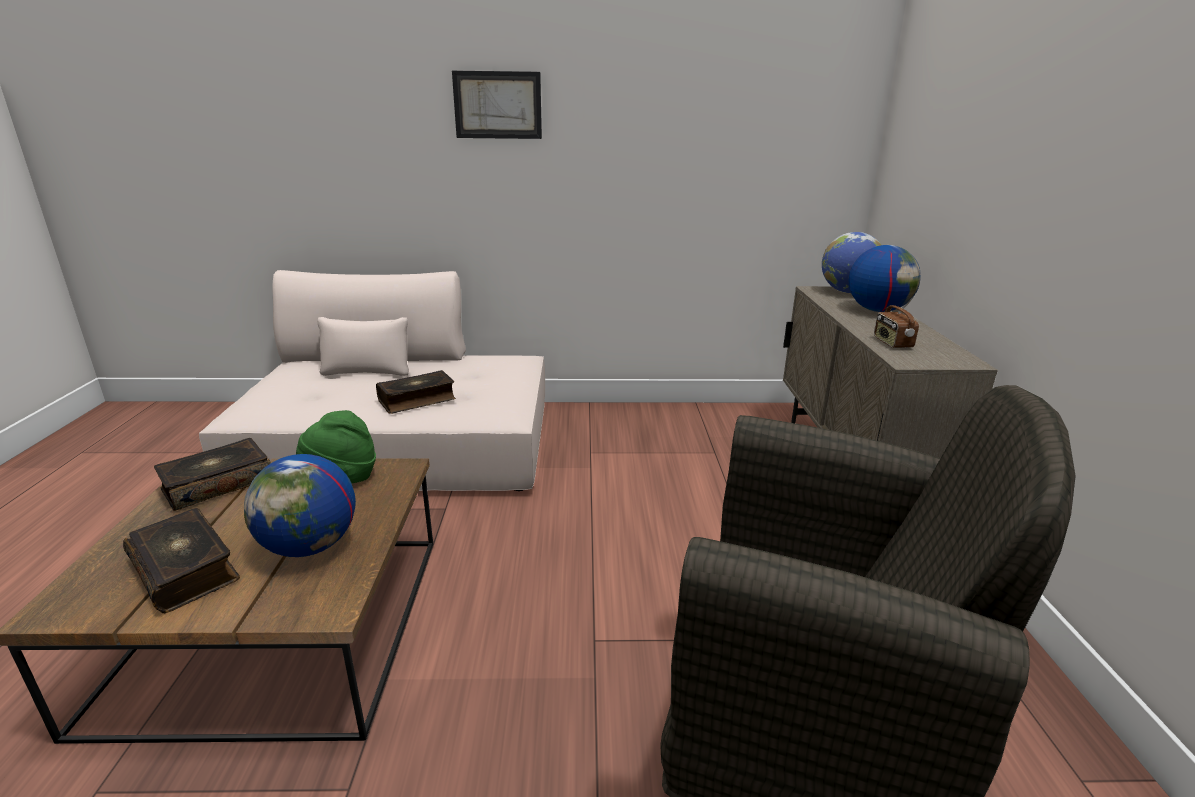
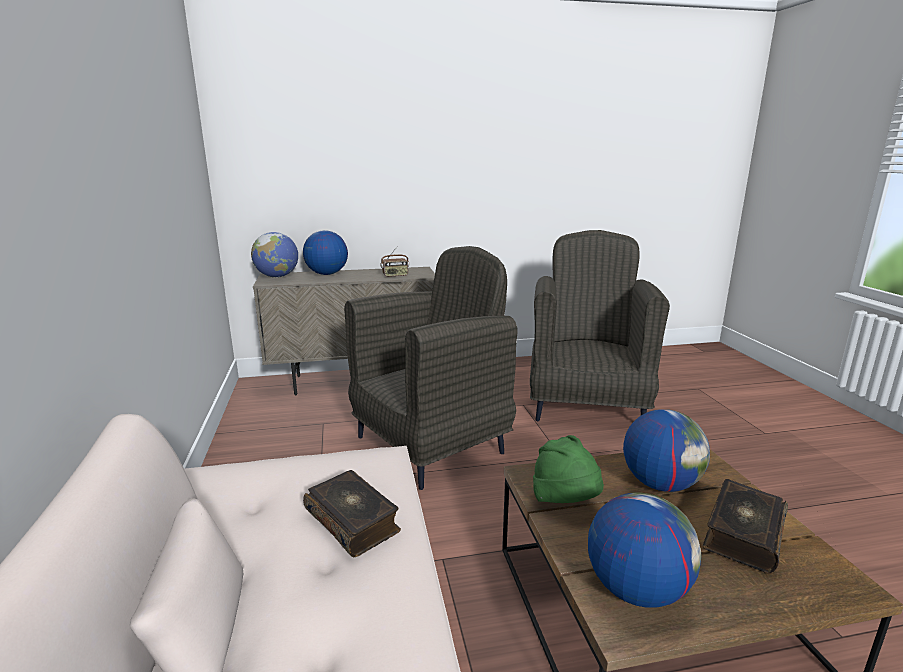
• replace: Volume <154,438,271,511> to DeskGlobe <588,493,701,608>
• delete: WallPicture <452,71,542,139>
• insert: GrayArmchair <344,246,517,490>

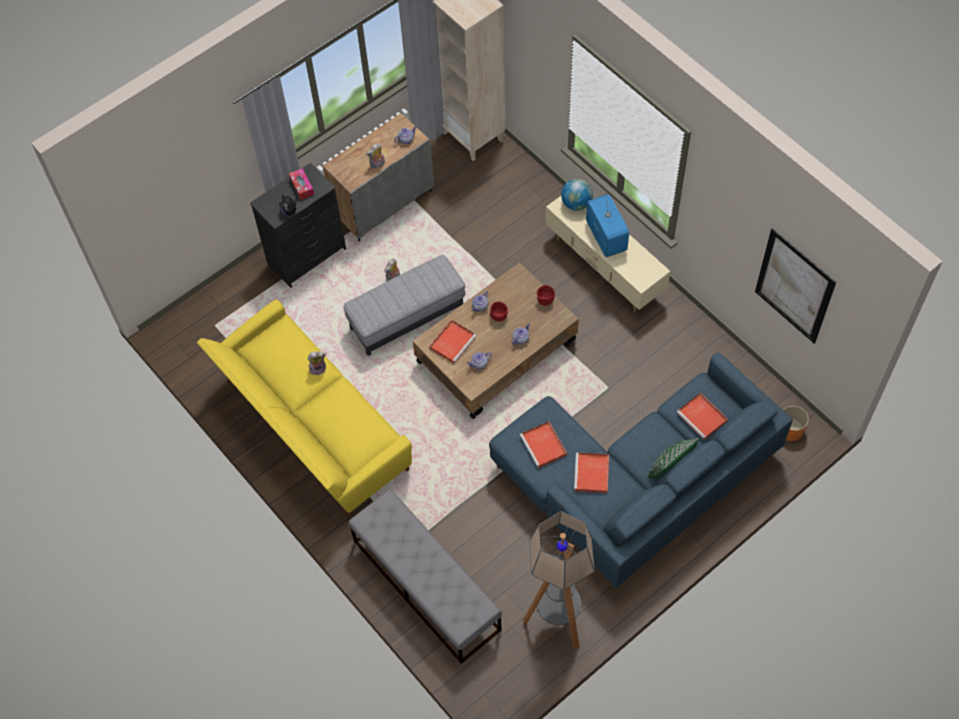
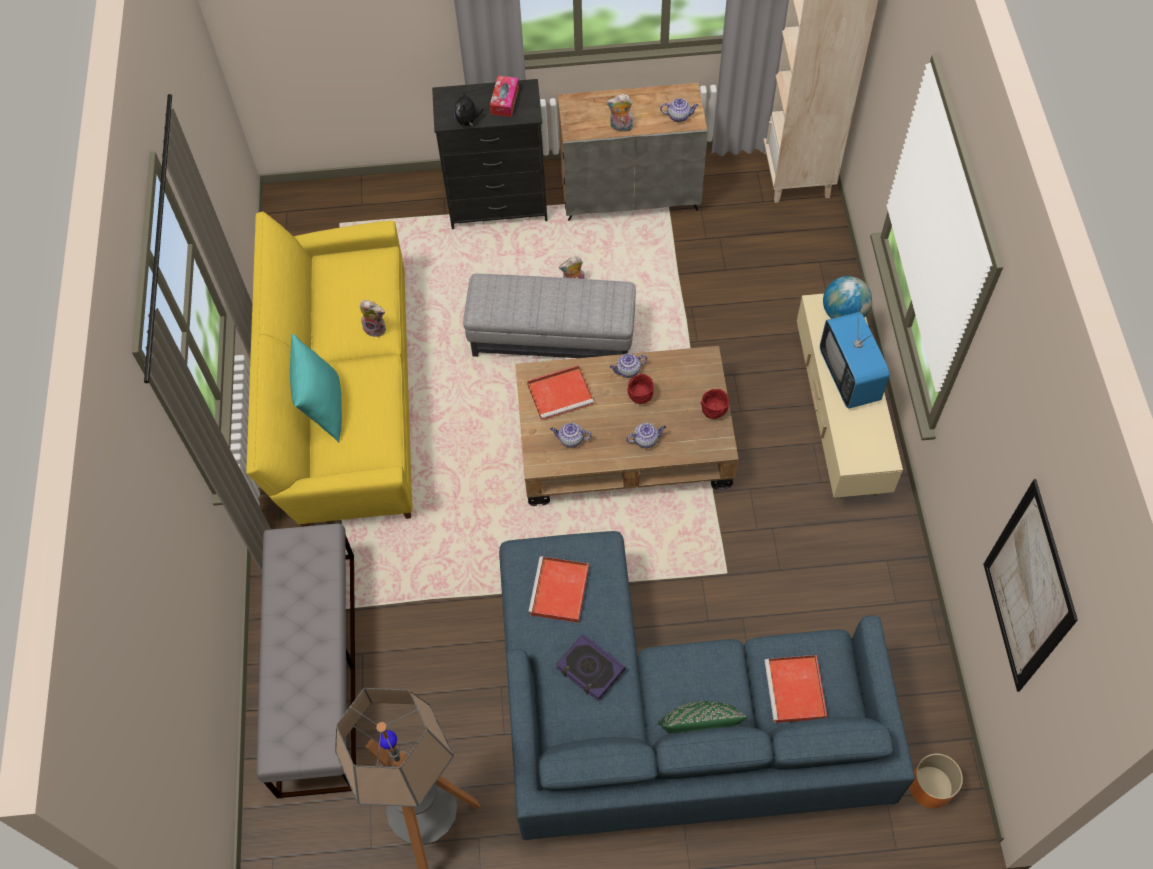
• replace: RedTray <574,452,609,493> to Volume <556,634,625,702>
• rotate: Tv <586,191,629,257> = <820,307,890,409> 150 degrees clockwise
• insert: BlueGreenPillow <290,334,342,442>

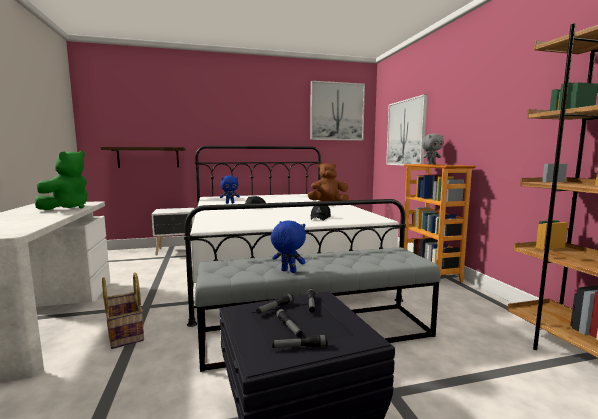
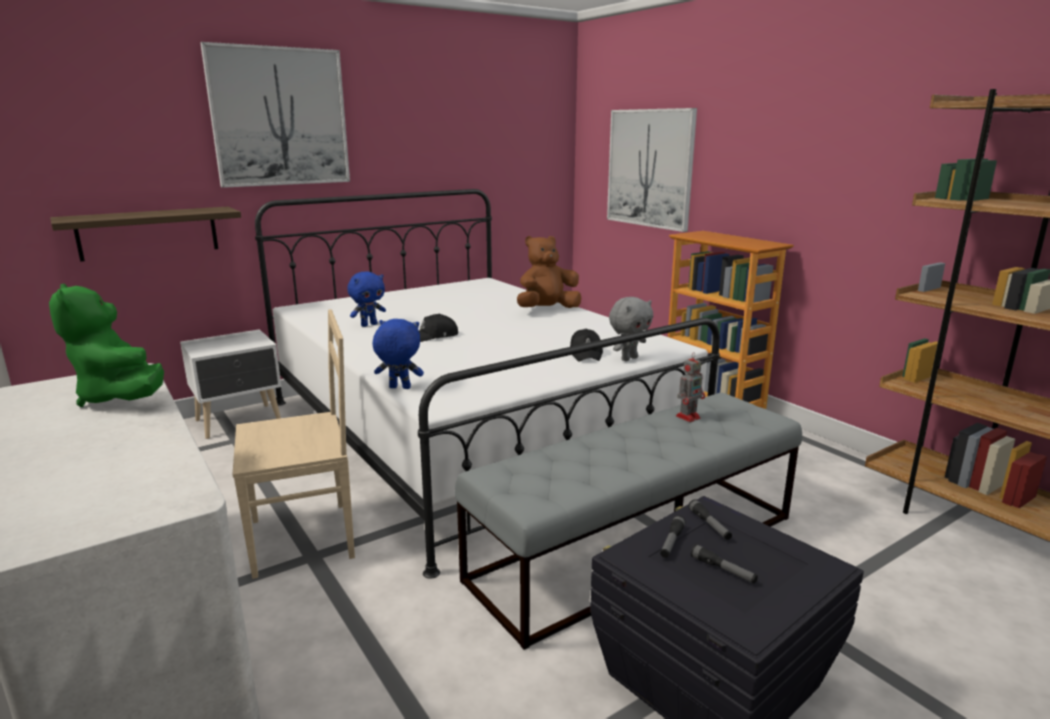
• rotate: GreenPlushToy <35,151,88,210> = <49,284,164,407> 150 degrees clockwise
• delete: Basket <102,272,144,349>
• move: BlueColouredPlushToy <271,220,306,273> to <373,319,424,389>
• delete: HandTorch <272,335,328,348>
• move: WallPicture <310,81,365,141> to <200,42,350,188>
• move: GrayPlushToy <422,133,444,164> to <609,297,653,361>
• insert: SandColouredChair <233,309,355,579>
• insert: ToyRobot <676,352,705,422>

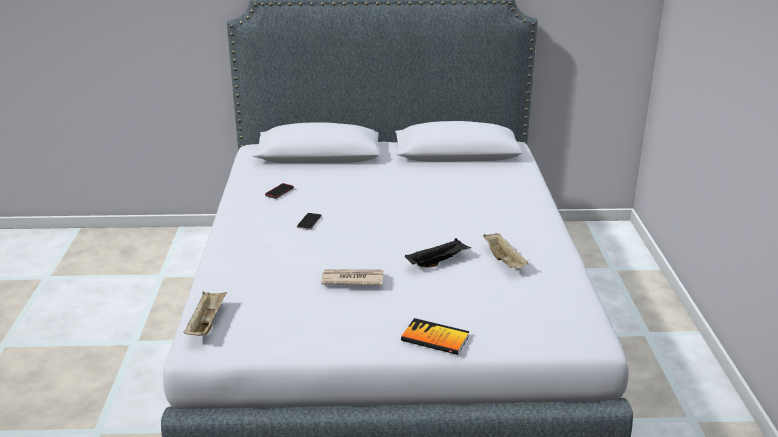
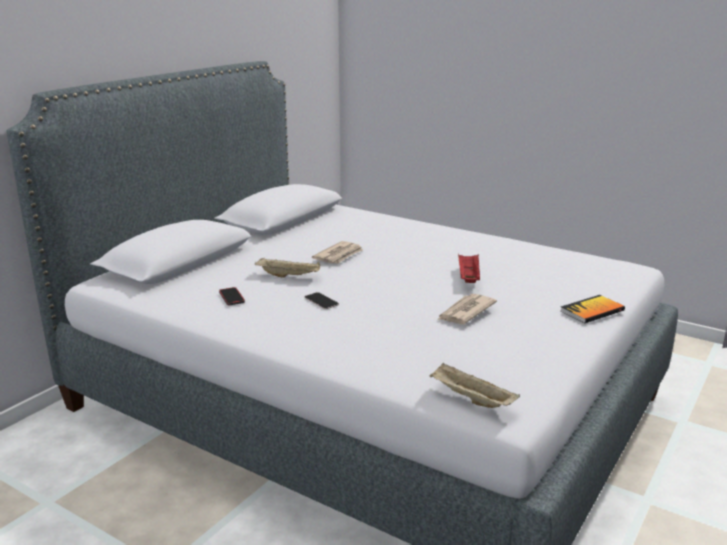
• recolor: BlackColouredTray <405,238,471,268> to RedTray <458,254,480,283>
• move: SandColouredTray <483,233,528,268> to <255,258,320,278>
• insert: Newspaper <312,241,363,264>

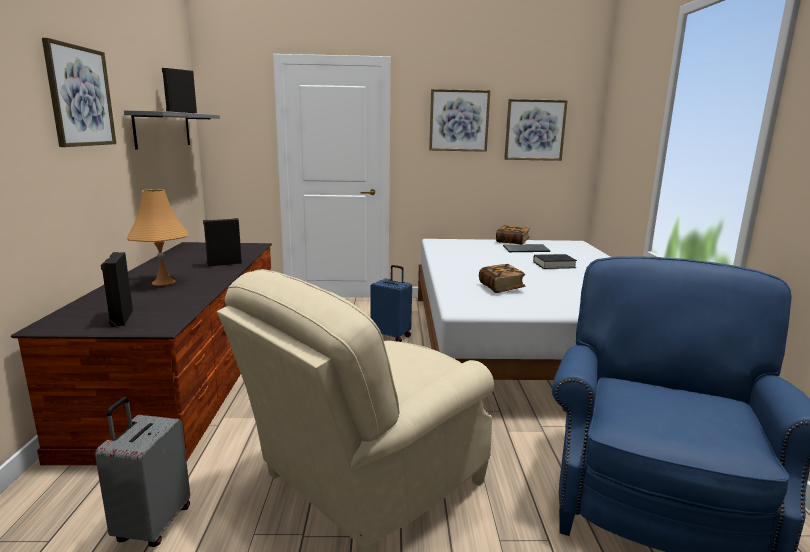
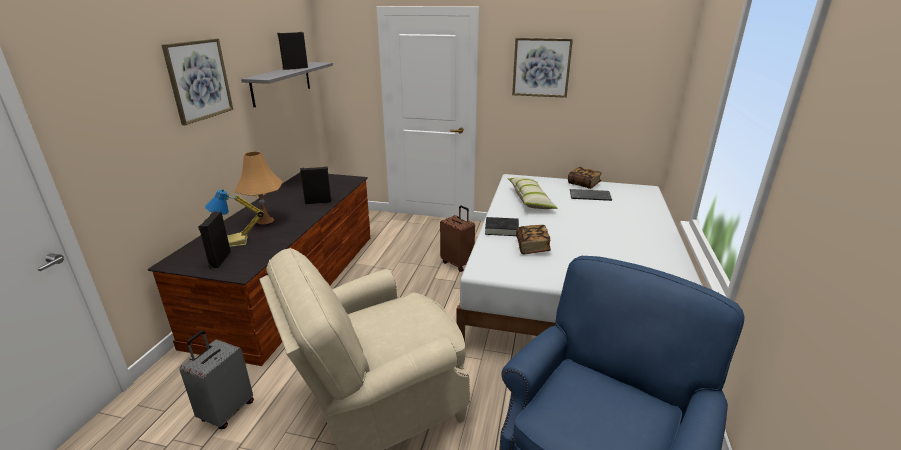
• recolor: BlueColouredTravelCase <371,265,412,342> to BrownishTravelCase <440,205,475,272>
• delete: WallPicture <504,99,568,161>
• move: BlackColouredVolume <533,254,577,269> to <485,217,519,236>
• insert: TabletopLamp <205,189,264,247>
• insert: Pillow <507,177,558,209>

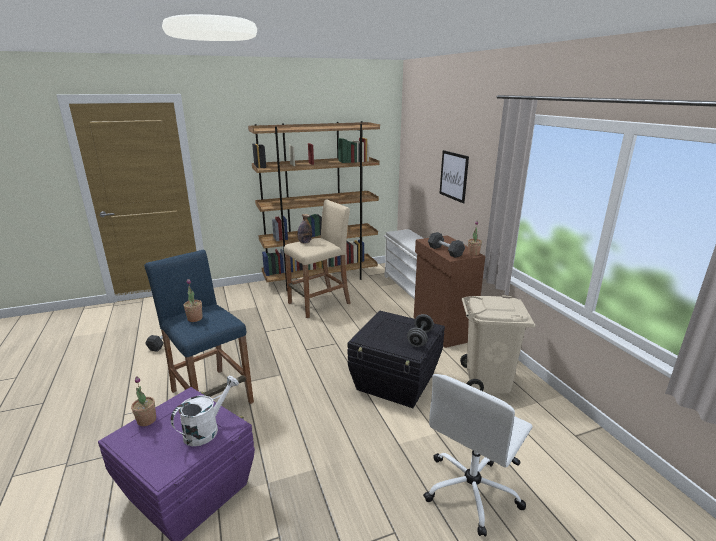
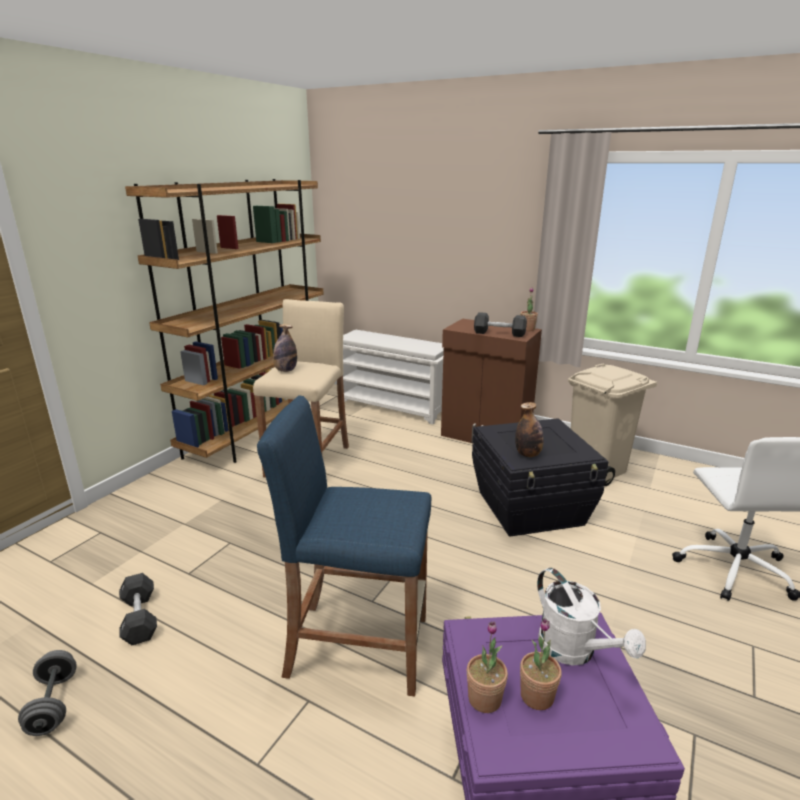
• rotate: WhiteColouredSprinklingCan <171,376,239,446> = <537,568,646,666> 150 degrees clockwise
• move: PottedPlant <184,279,203,322> to <520,618,562,710>
• move: GrayFreeWeight <407,314,434,347> to <18,650,77,736>
• delete: WallPicture <439,150,469,203>
• insert: DrinkBottle <515,402,544,457>

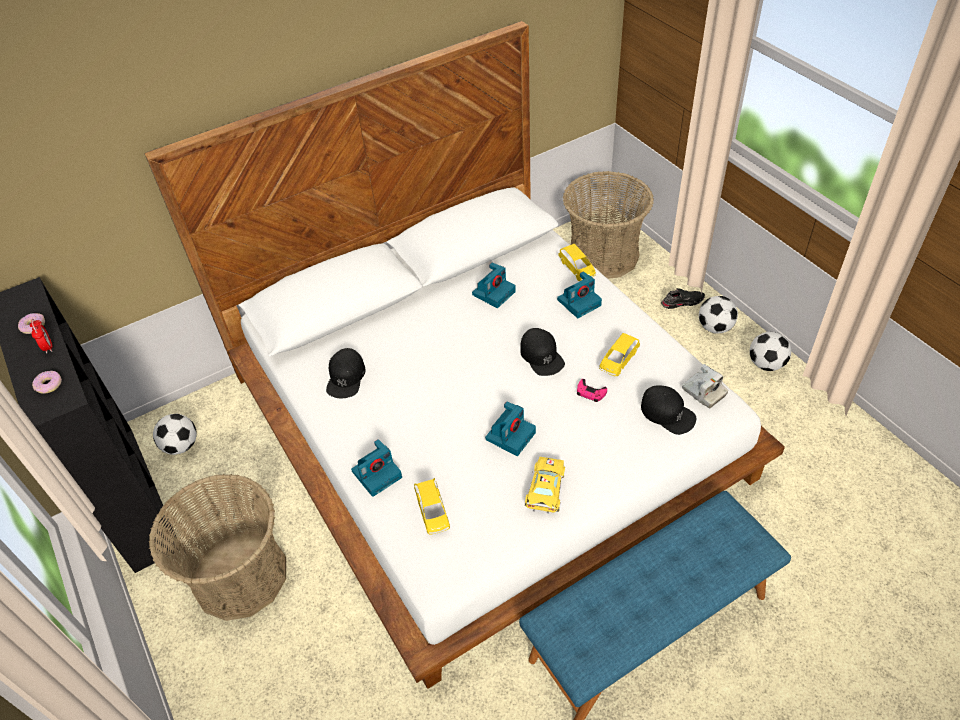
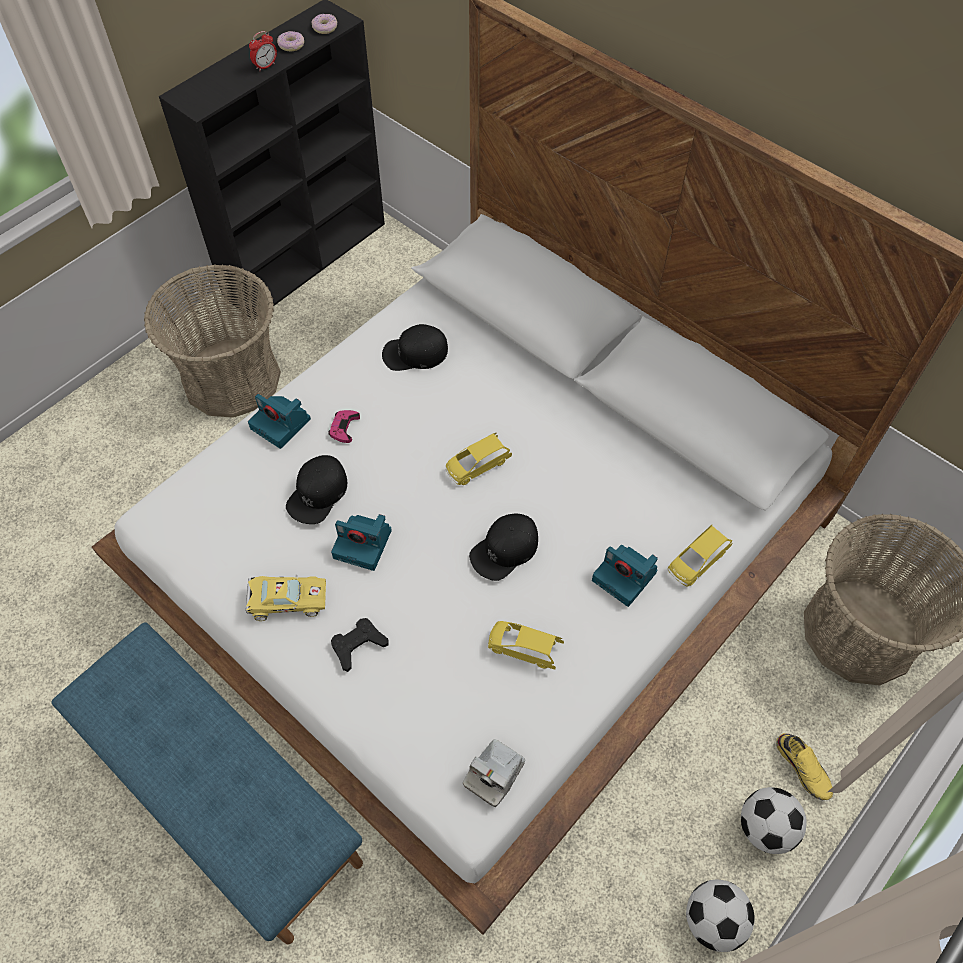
• move: Doughnut <32,371,62,394> to <312,14,337,34>
• delete: BallForFootball <153,414,197,455>
• move: YellowMiniatureCar <414,478,450,535> to <446,433,512,485>
• delete: StillCamera <472,263,516,308>
• move: PinkColouredGameController <577,379,607,402> to <328,410,360,443>
• move: BlackColouredBaseballCap <641,385,696,435> to <286,455,347,524>
• recolor: BlackColouredShoe <661,288,705,309> to YellowShoe <776,733,833,800>
• insert: BlackColouredGameController <331,618,389,672>

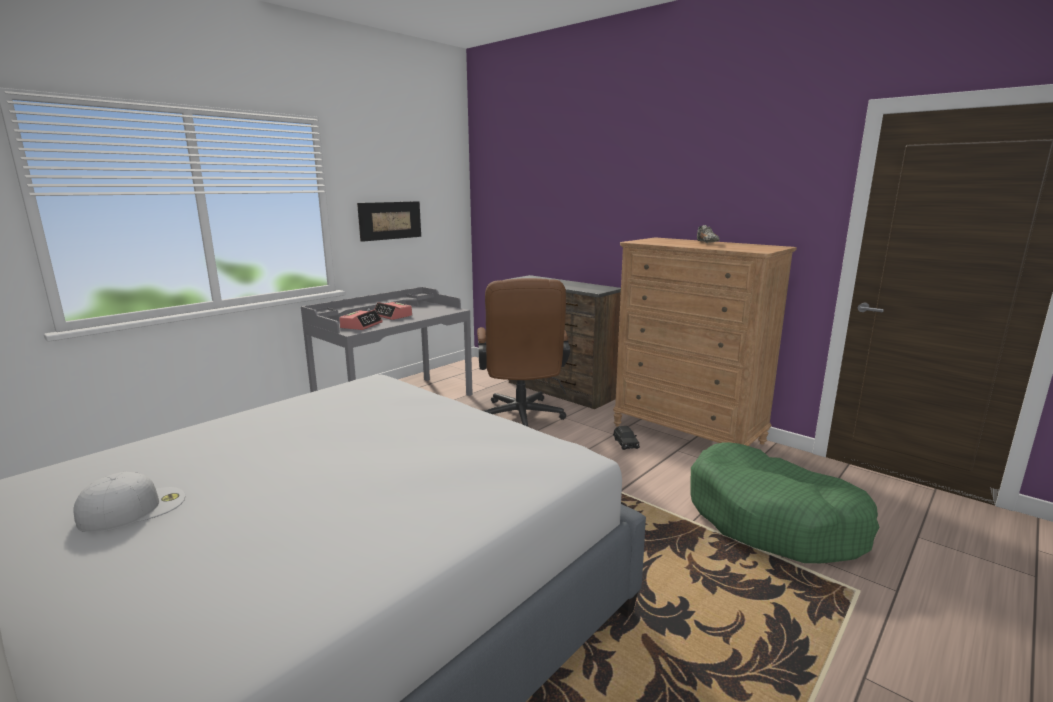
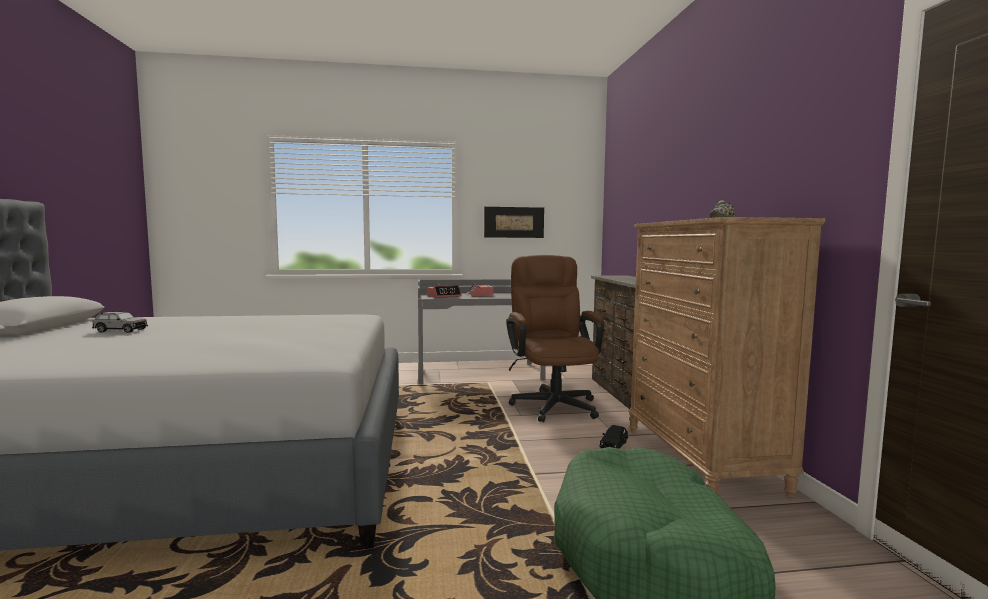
• replace: WhiteColouredBaseballCap <73,471,185,532> to GrayMiniatureCar <92,311,148,333>
• rotate: BrownishOfficeChair <477,278,570,427> = <506,255,604,422> 135 degrees clockwise

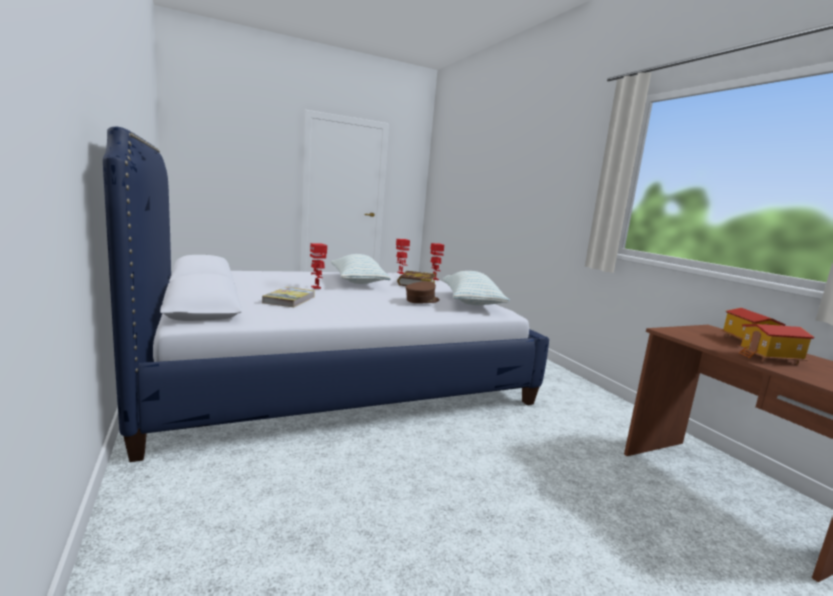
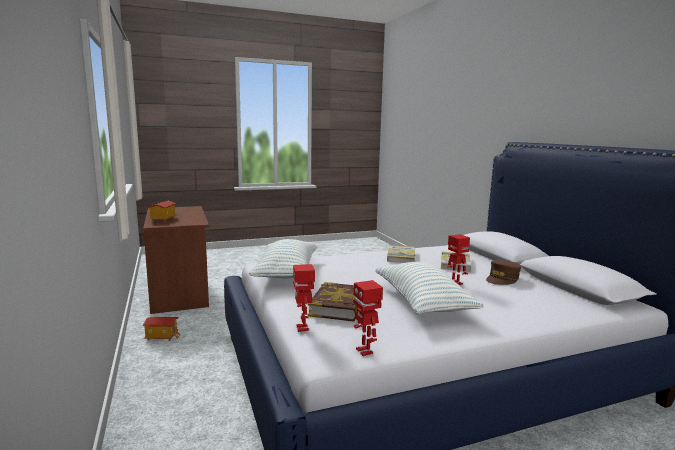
• move: BrownishBaseballCap <406,281,440,304> to <486,261,522,285>
• move: ModelHouse <738,324,815,364> to <143,317,180,341>
• insert: Volume <387,245,415,263>

